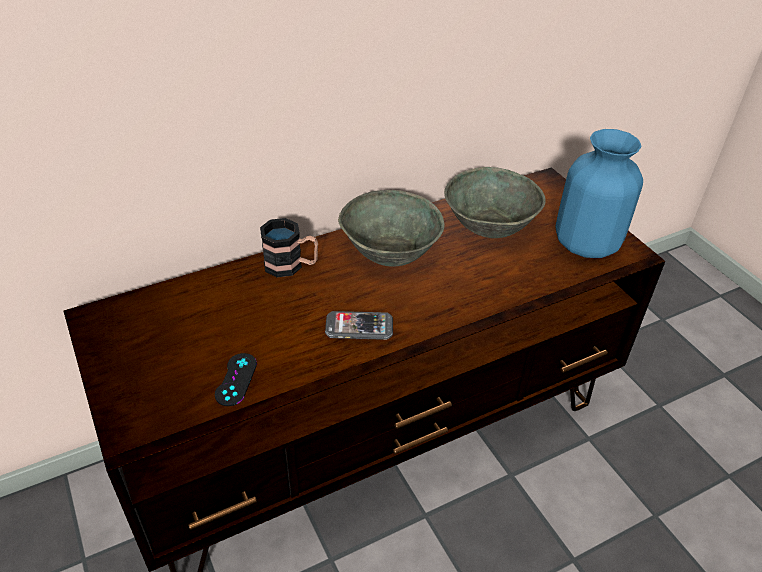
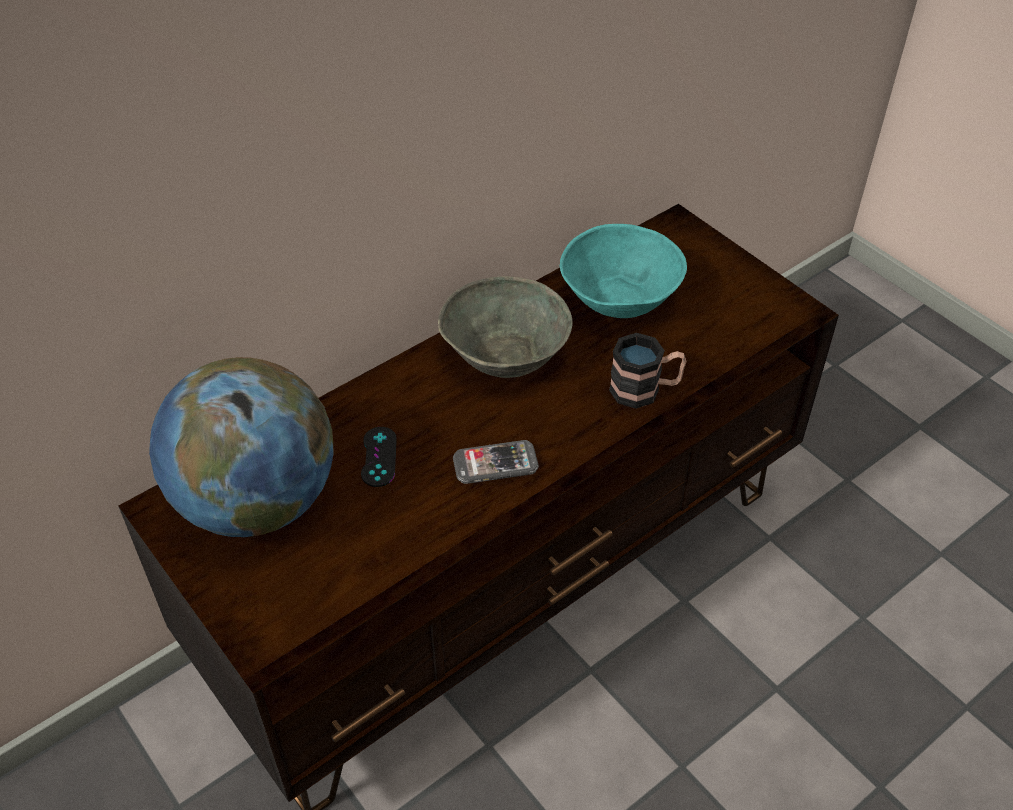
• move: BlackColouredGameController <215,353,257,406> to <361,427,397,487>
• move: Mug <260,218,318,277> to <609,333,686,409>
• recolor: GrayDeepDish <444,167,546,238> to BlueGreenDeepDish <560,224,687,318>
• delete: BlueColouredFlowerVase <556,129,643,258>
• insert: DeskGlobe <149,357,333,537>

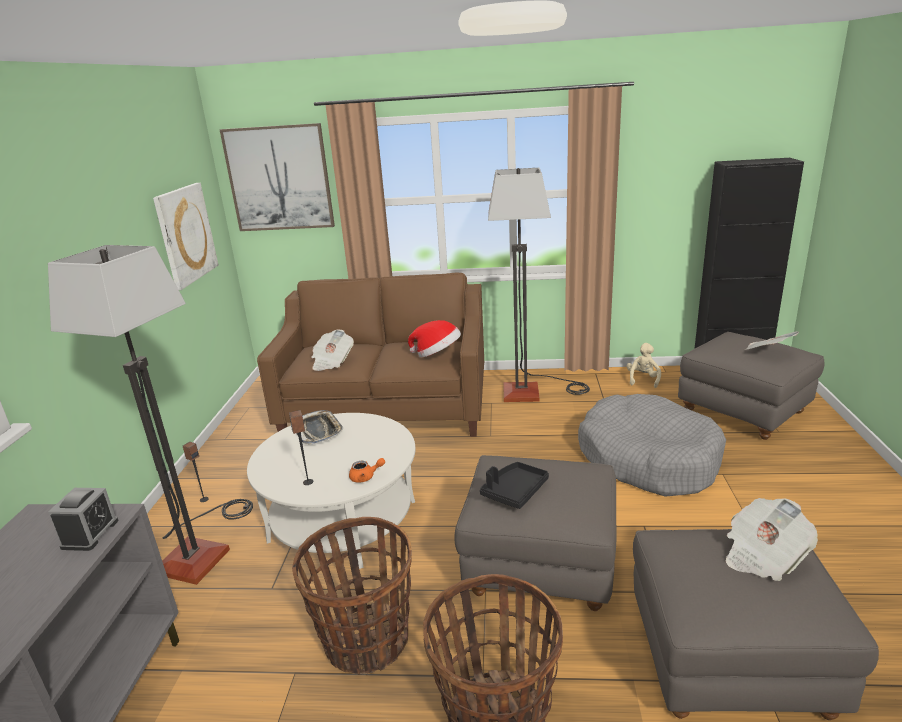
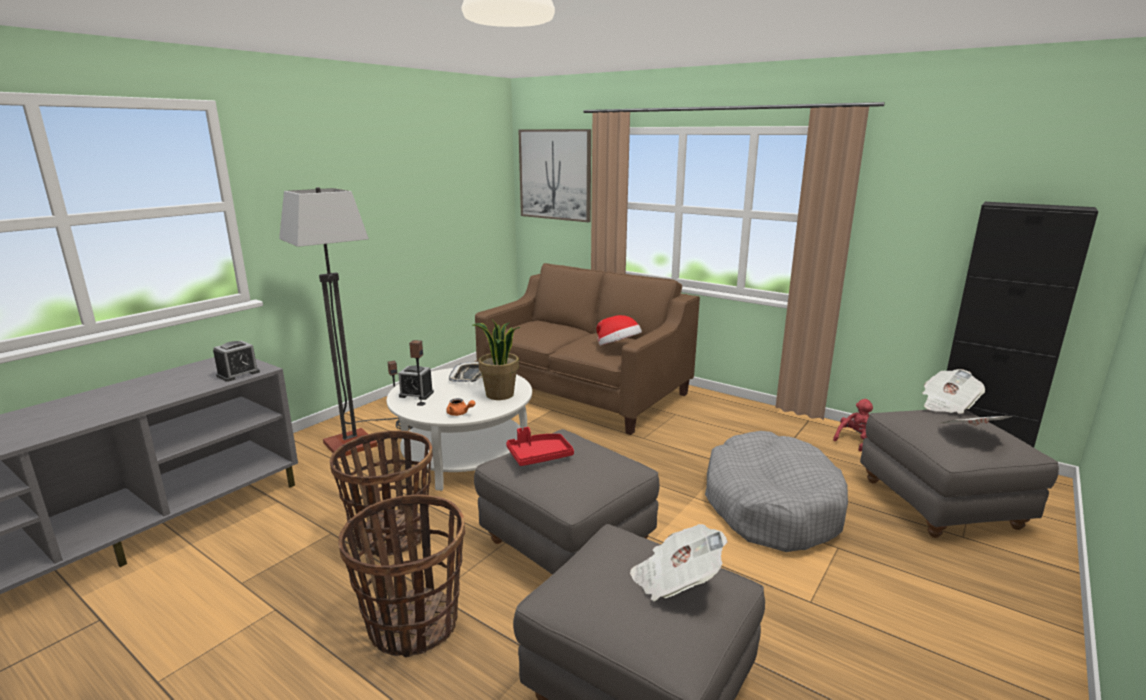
• delete: WallPicture <153,183,218,290>
• move: Newspaper <311,329,354,371> to <923,369,985,414>
• recolor: BlackColouredTray <480,462,549,509> to RedTray <506,427,574,466>
• delete: FloorLamp <488,168,590,402>
• recolor: SandColouredPlushToy <627,343,661,388> to RedPlushToy <833,399,873,452>
• insert: BedsideClock <398,366,434,400>
• insert: PottedPlant <472,320,520,400>

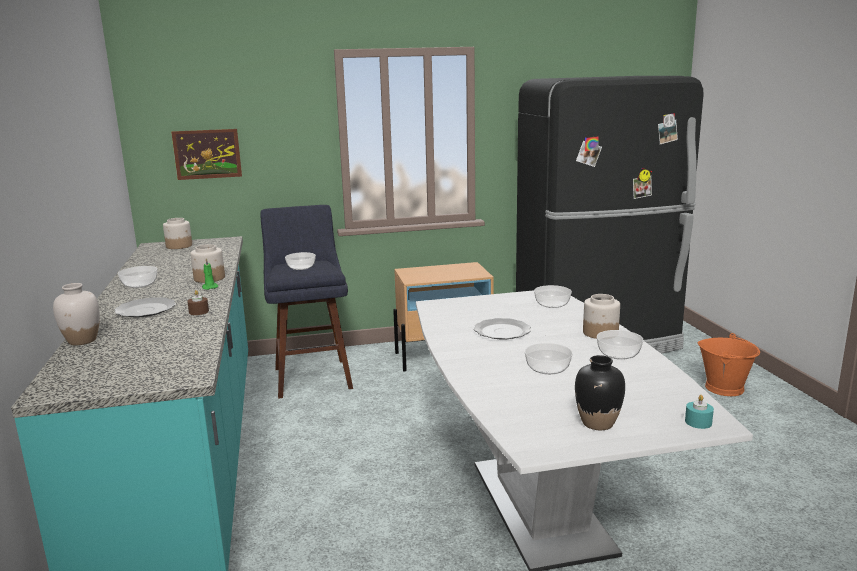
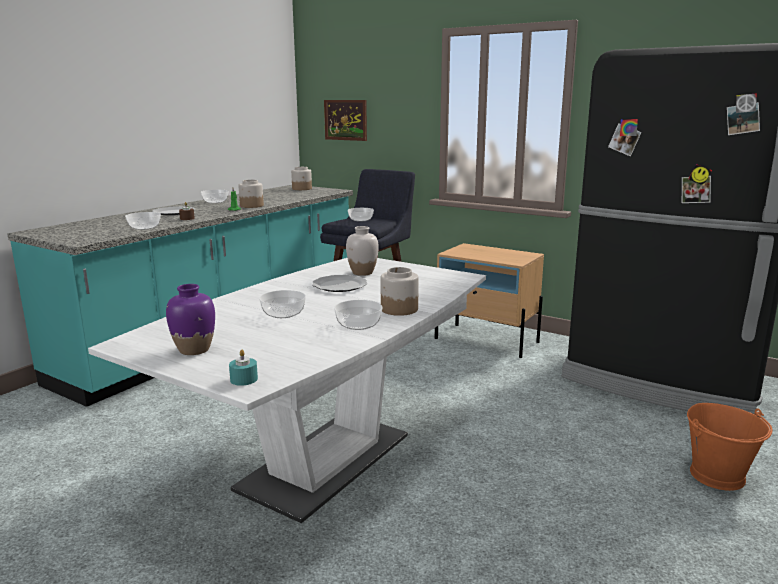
• move: WhiteColouredFlowerVase <53,283,100,345> to <346,226,379,276>
• move: DeepDish <534,285,572,308> to <125,212,161,230>
• recolor: BlackColouredFlowerVase <575,355,625,430> to PurpleColouredFlowerVase <166,284,215,355>

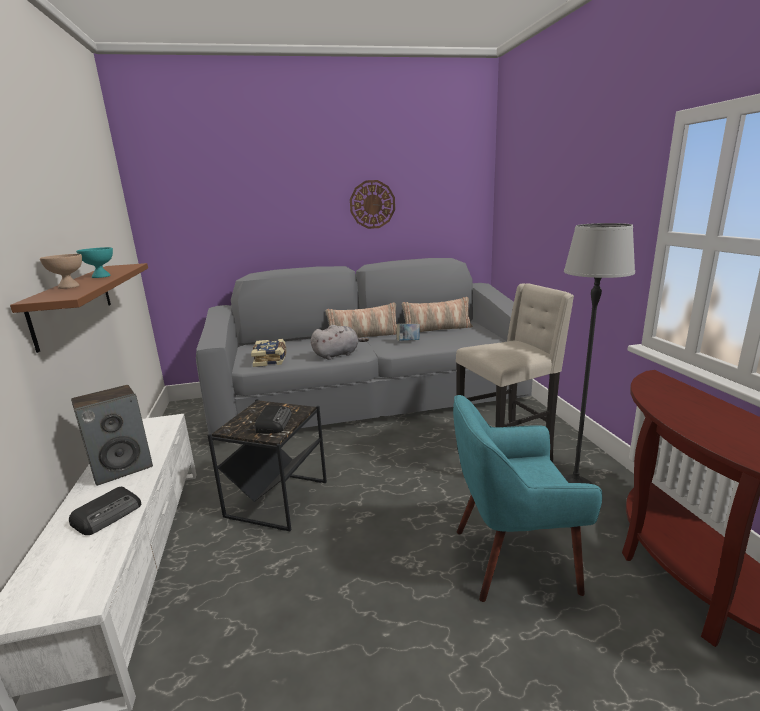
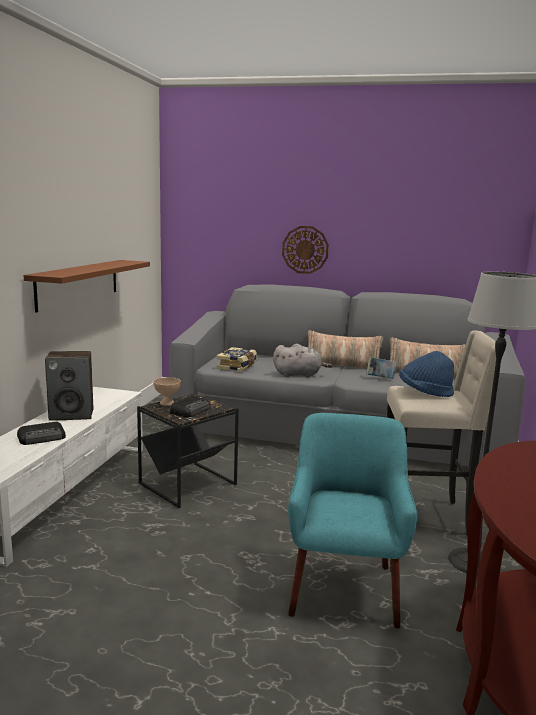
• move: SandColouredDeepDish <40,254,82,289> to <153,377,181,406>
• delete: BlueGreenDeepDish <76,247,113,278>
• move: WallClock <350,180,395,229> to <282,226,329,274>
• rotate: BlueGreenArmchair <453,395,602,602> = <288,413,417,629> 75 degrees clockwise
• insert: BlueColouredClothingHat <399,351,454,397>

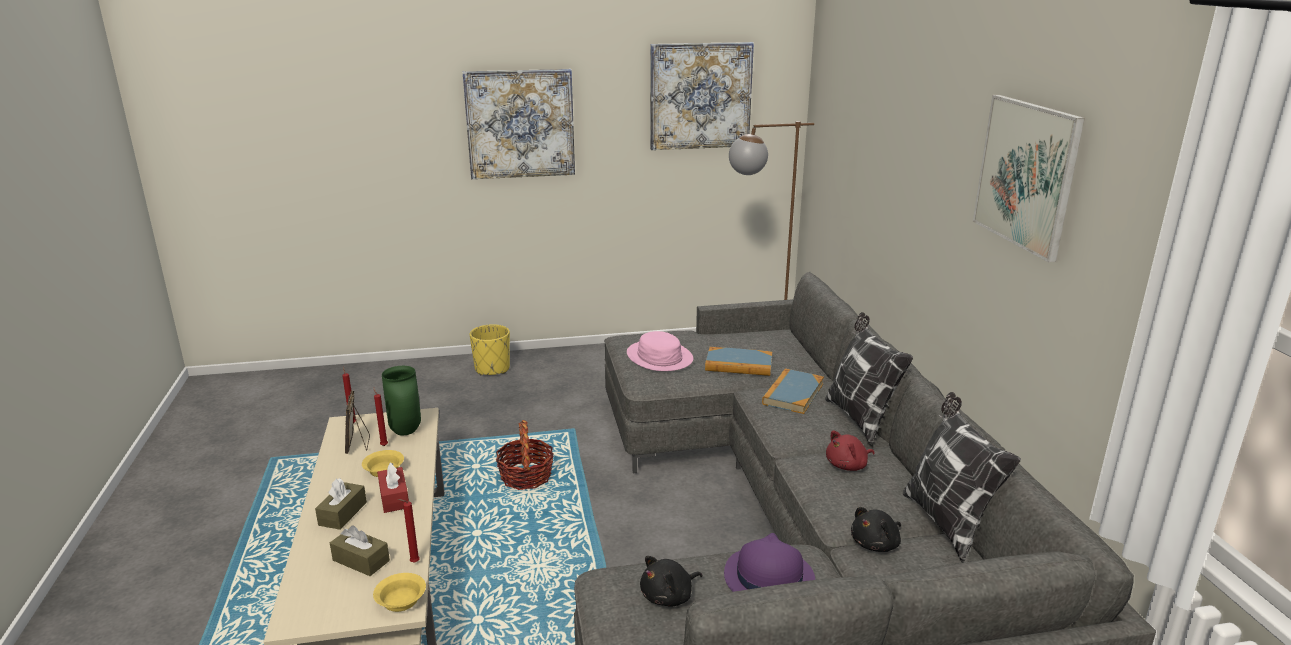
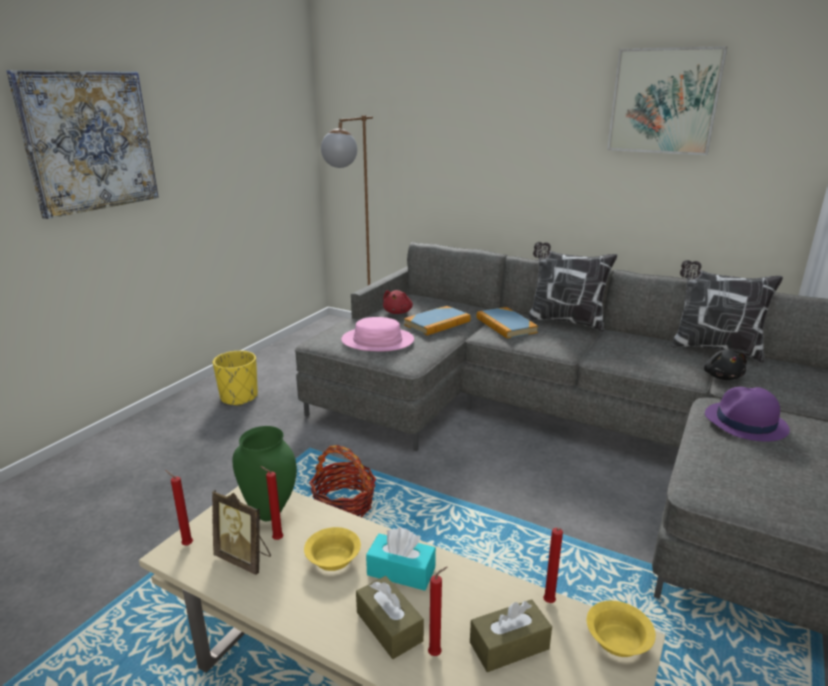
• recolor: RedTissueBox <377,463,409,513> to BlueGreenTissueBox <366,528,436,591>
• move: YellowPlantPot <470,324,510,376> to <213,351,258,406>
• delete: BlackColouredPlushToy <640,556,702,607>
• delete: WallPicture <650,42,754,150>
• move: RedPlushToy <826,431,875,471> to <383,290,413,314>
• insert: RedWaxCandle <428,567,447,656>

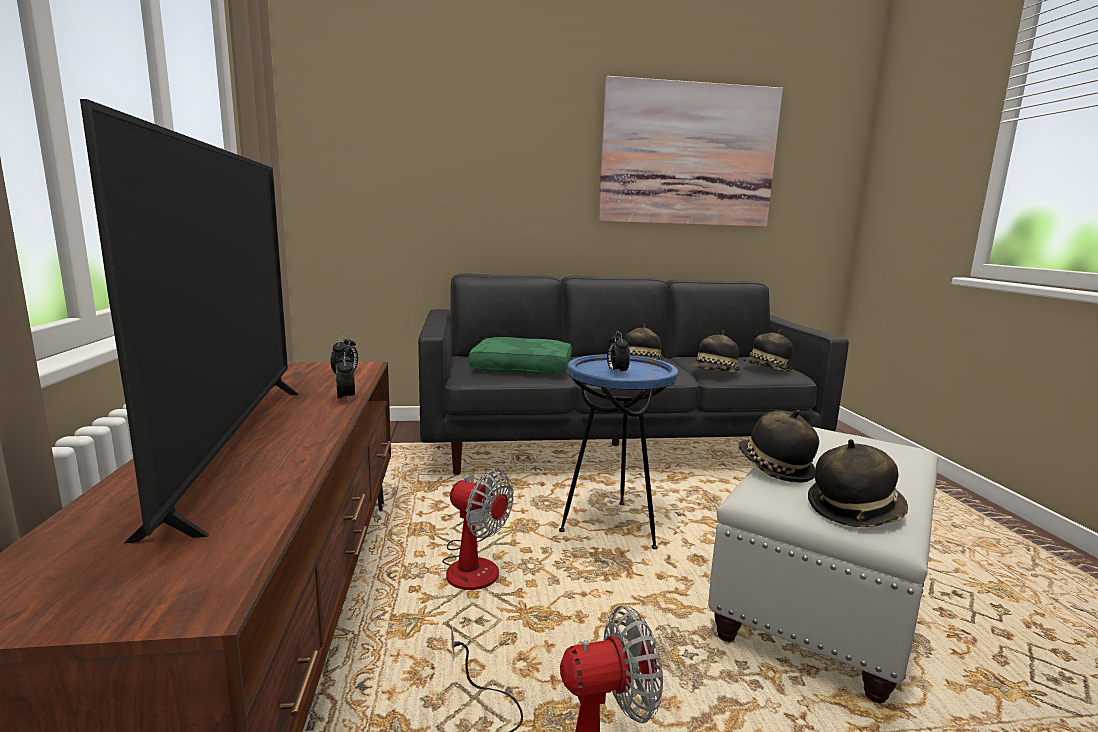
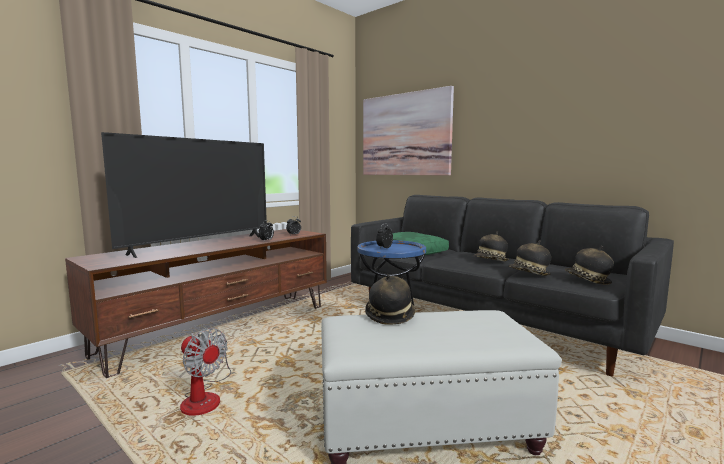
• delete: Fan <442,470,514,590>
• move: WallPicture <598,76,783,227> to <363,86,454,176>
• delete: ClothingHat <808,439,908,527>

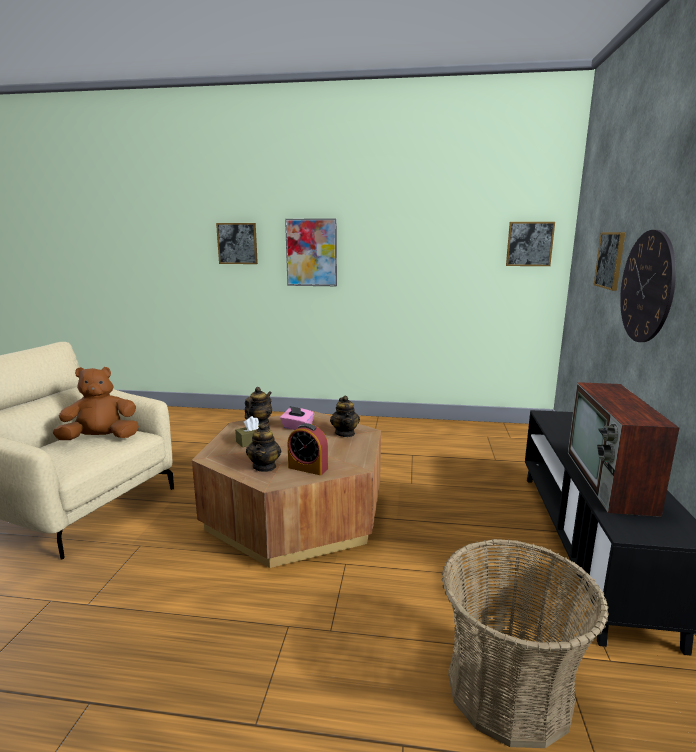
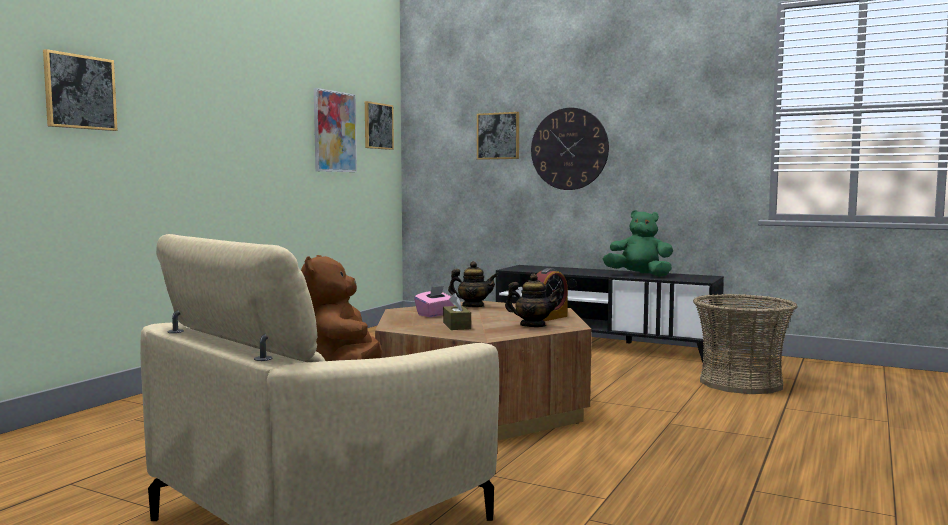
• delete: PotForTea <245,387,272,424>
• move: WallPicture <285,218,337,286> to <314,88,357,172>
• replace: Tv <568,382,679,517> to GreenPlushToy <603,210,673,277>

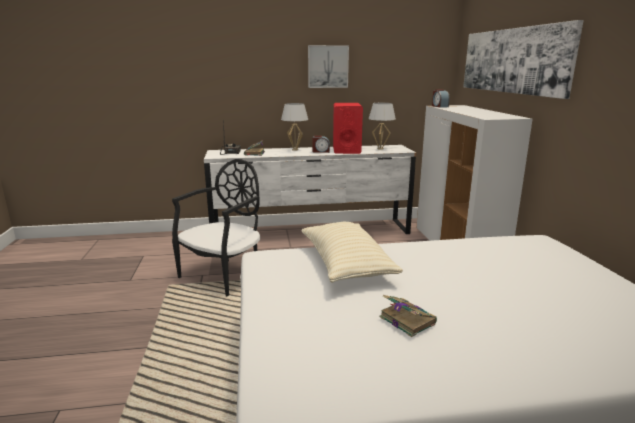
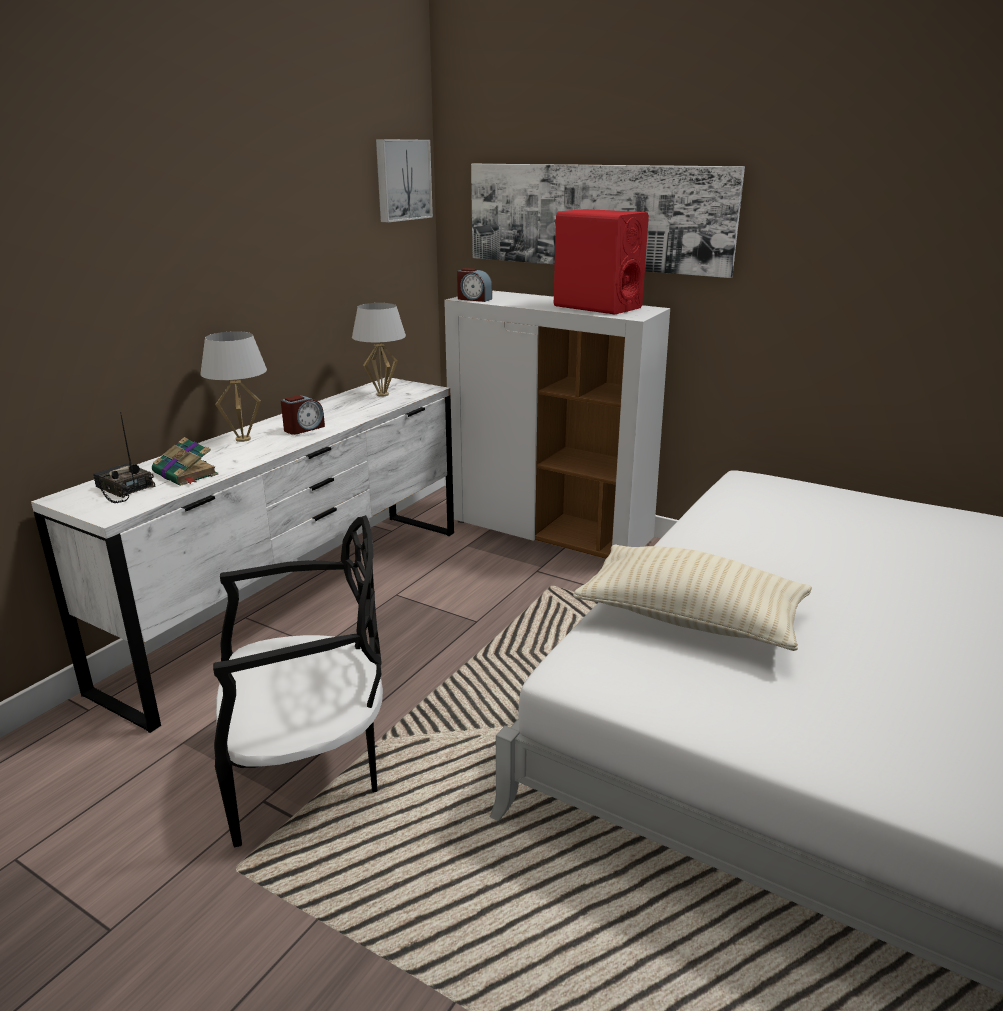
• rotate: BlackColouredChair <172,159,260,296> = <213,515,383,847> 90 degrees clockwise
• move: WallPicture <308,45,349,88> to <376,139,433,222>
• move: RedLoudspeaker <333,103,363,154> to <554,209,649,315>
• delete: Volume <379,295,437,337>

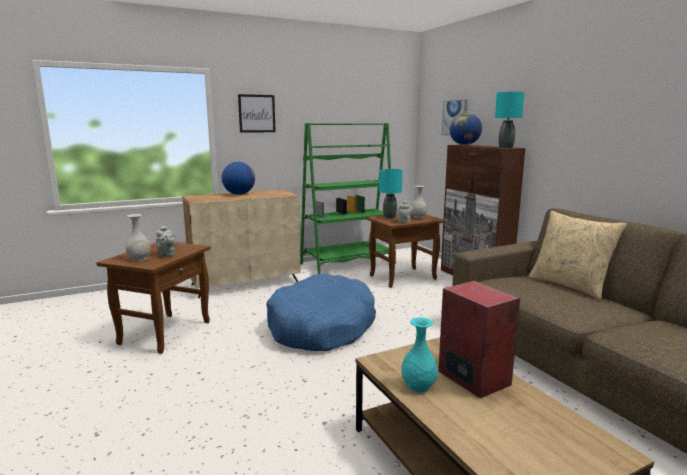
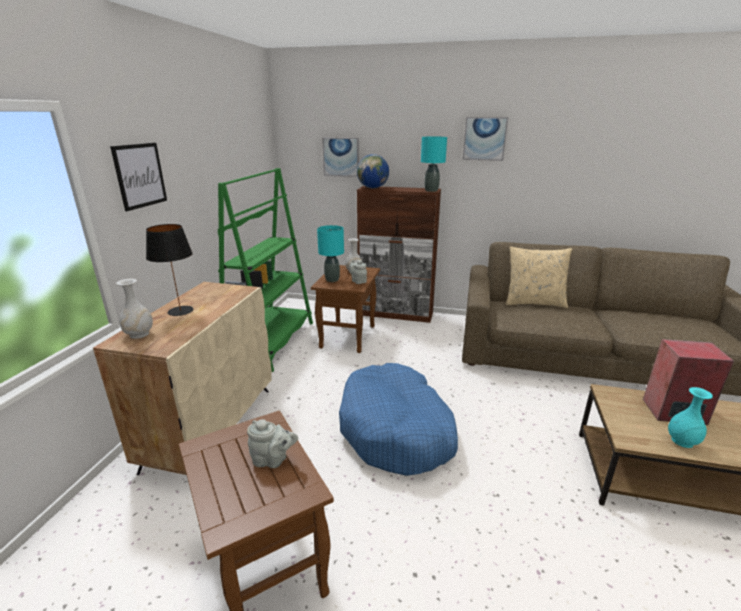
• move: WhiteColouredFlowerVase <126,214,151,261> to <116,279,153,339>
• replace: DeskGlobe <222,162,255,195> to BlackColouredTabletopLamp <146,224,194,316>
• insert: WallPicture <463,117,508,161>

